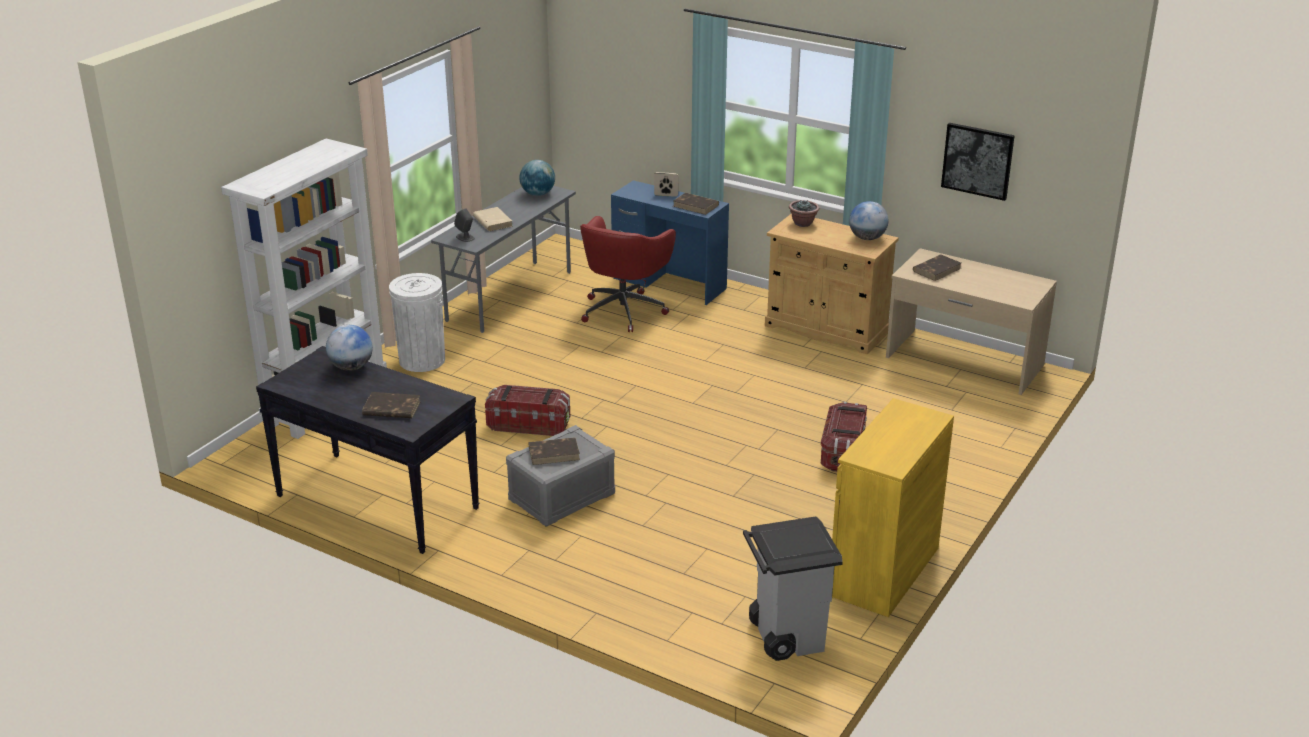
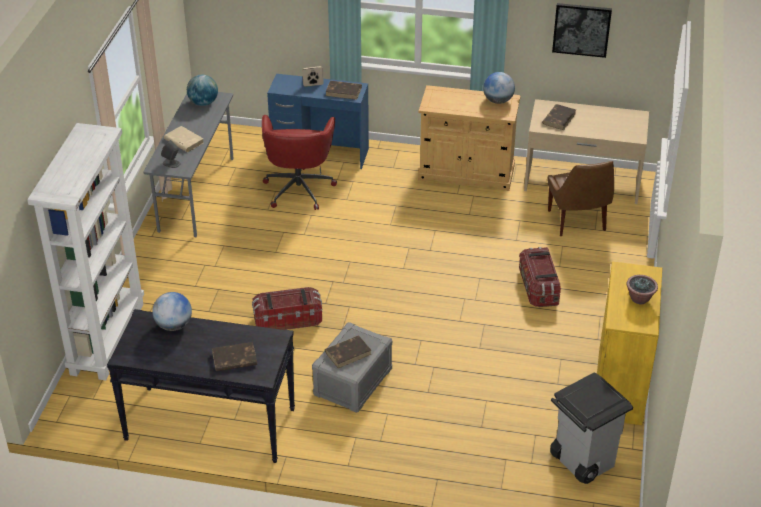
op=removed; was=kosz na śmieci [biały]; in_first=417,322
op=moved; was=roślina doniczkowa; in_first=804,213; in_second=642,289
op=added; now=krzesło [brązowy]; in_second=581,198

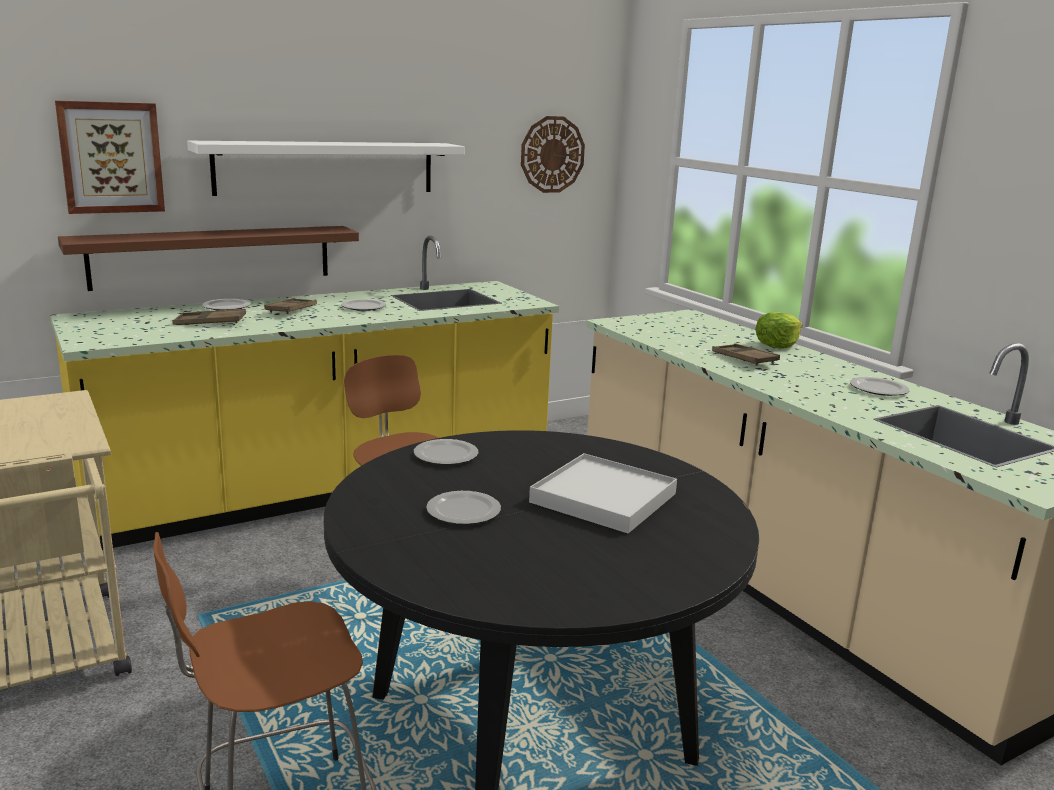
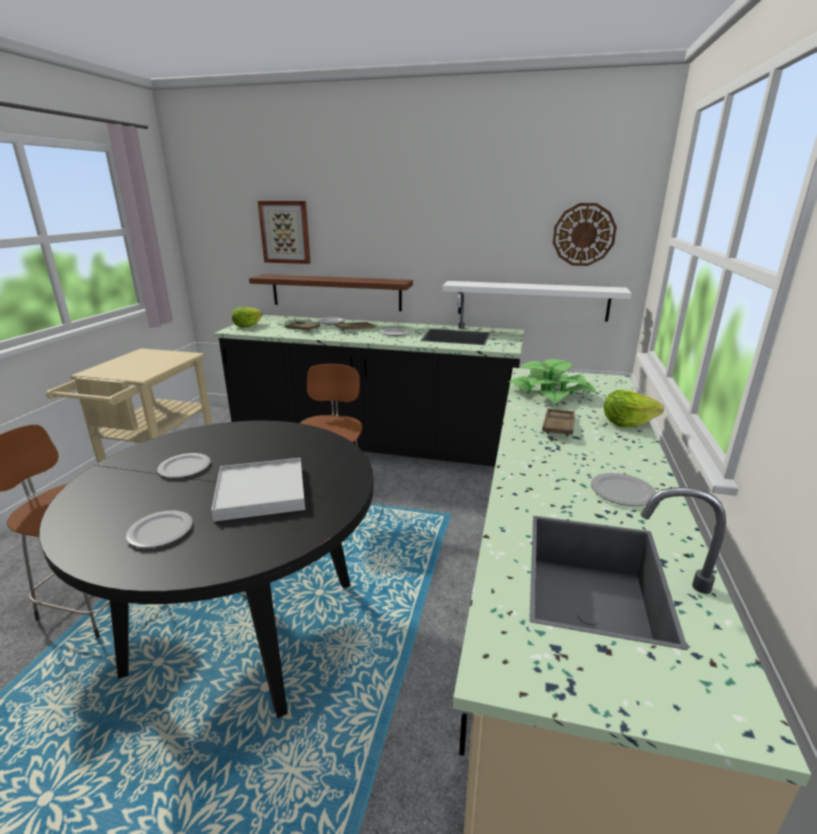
op=recoloured; was=zabudowa kuchenna [żółty]; now=zabudowa kuchenna [czarny]; in_first=304,393; in_second=369,379
op=moved; was=półka [biały]; in_first=326,168; in_second=537,301
op=moved; was=talerz; in_first=446,452; in_second=159,529
op=added; now=sałata; in_second=247,317
op=added; now=roślina doniczkowa; in_second=552,381

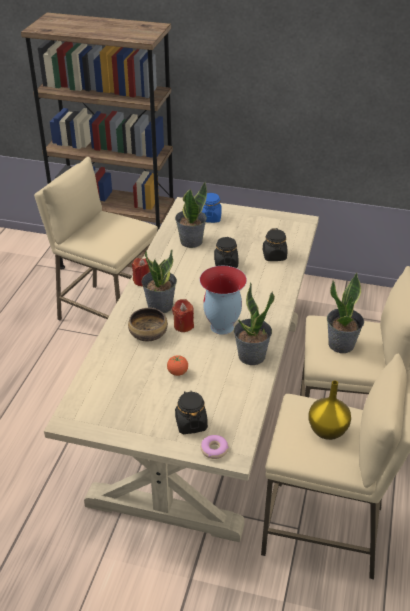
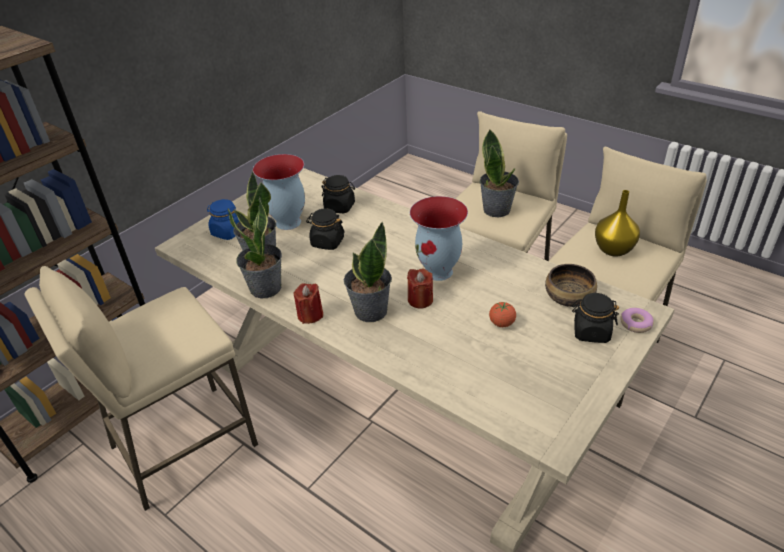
op=moved; was=miska; in_first=148,324; in_second=571,285
op=moved; was=roślina doniczkowa; in_first=254,323; in_second=254,247
op=added; now=wazon; in_second=279,192

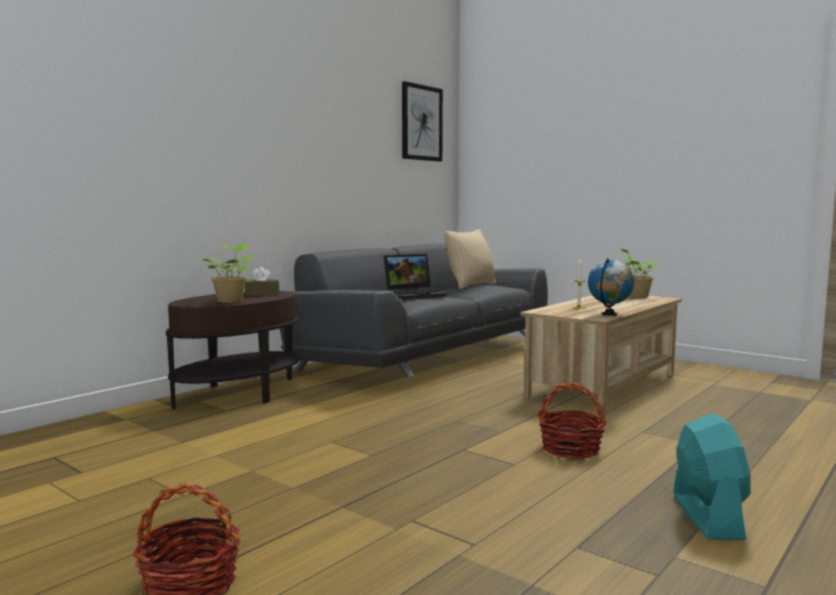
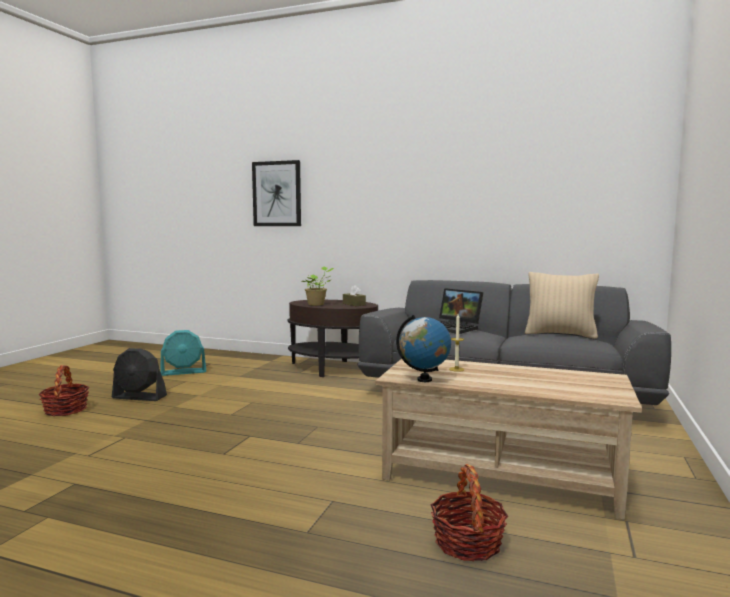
op=moved; was=obraz; in_first=422,121; in_second=276,193
op=moved; was=koszyk; in_first=571,420; in_second=469,512
op=removed; was=roślina doniczkowa; in_first=639,273
op=moved; was=wentylator [turkusowy]; in_first=712,476; in_second=183,353
op=added; now=wentylator [czarny]; in_second=139,374

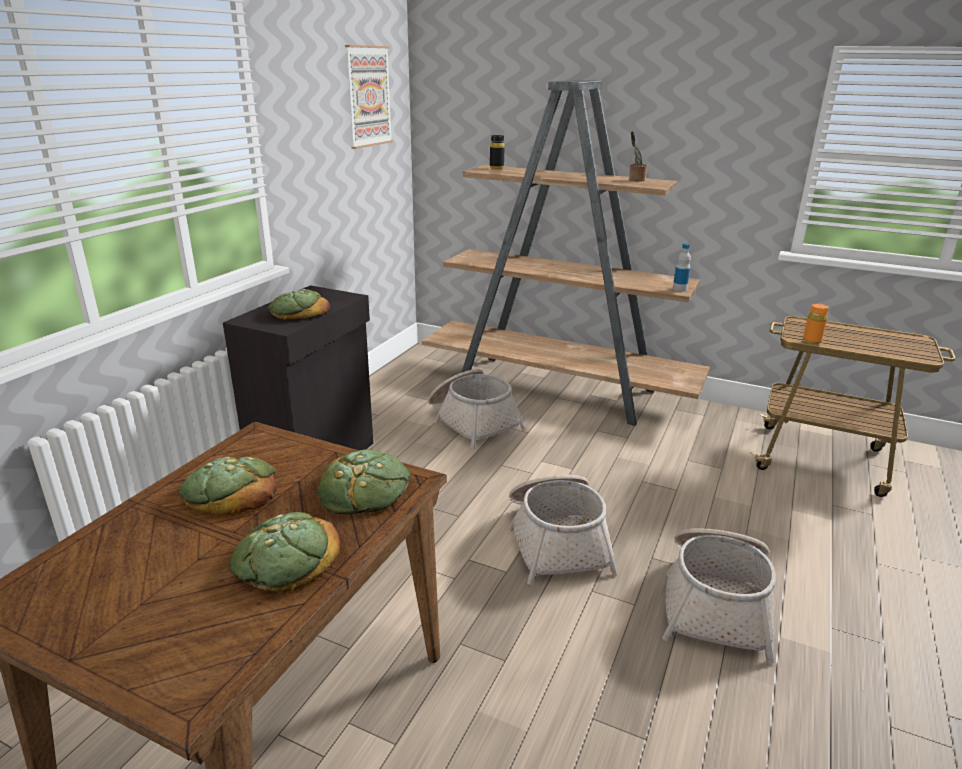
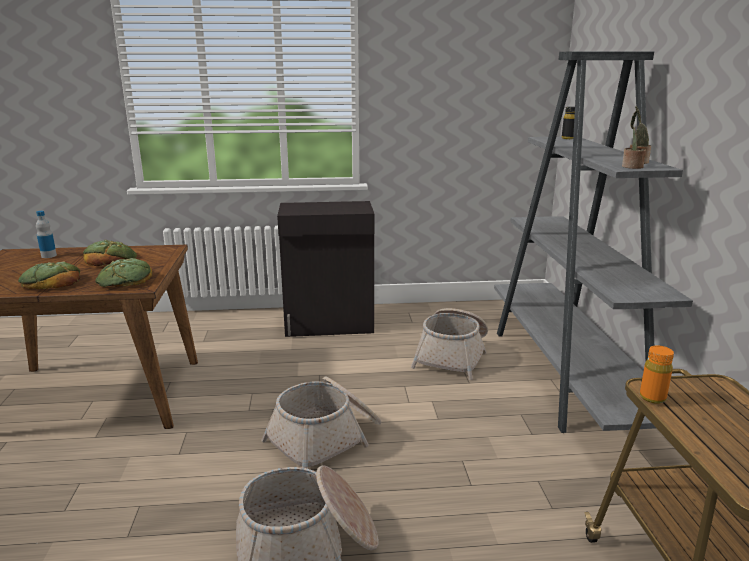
op=removed; was=chleb; in_first=299,304
op=removed; was=obraz; in_first=369,97
op=recoloured; was=regał [brązowy]; now=regał [szary]; in_first=566,253; in_second=593,242
op=moved; was=butelka; in_first=682,267; in_second=46,234
op=added; now=roślina doniczkowa; in_second=634,139

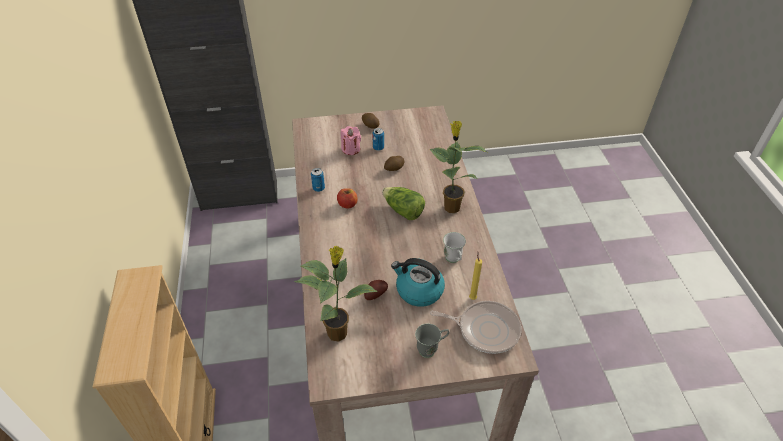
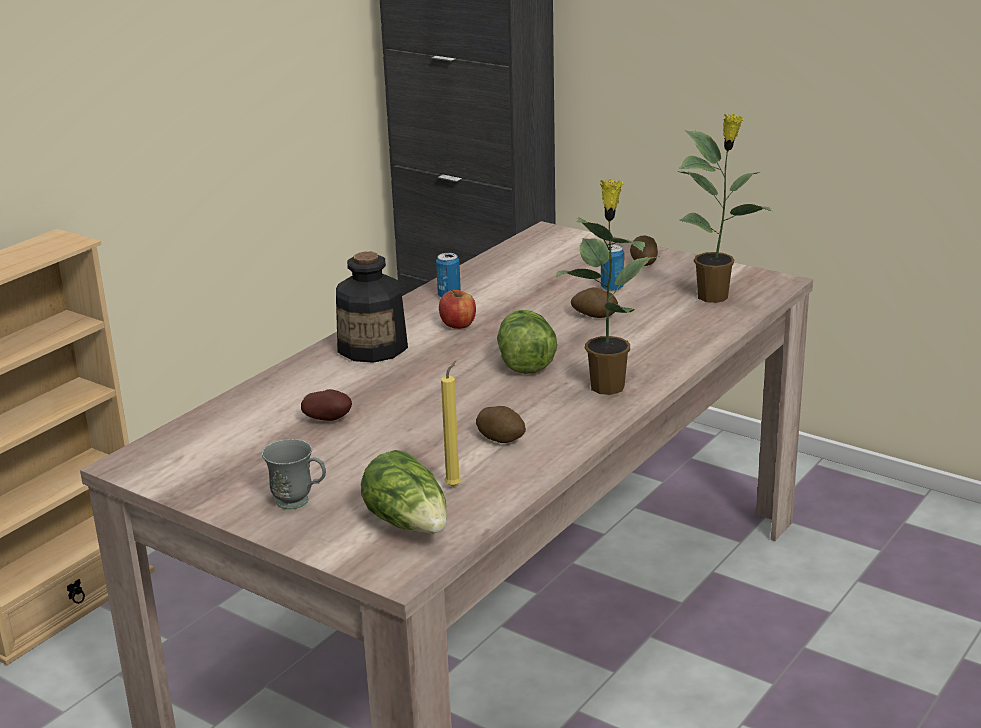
op=moved; was=roślina doniczkowa; in_first=336,294; in_second=725,208
op=removed; was=świeca [różowy]; in_first=351,140
op=removed; was=czajnik; in_first=418,282
op=replaced; was=patelnia; now=sałata; in_first=476,327; in_second=404,492
op=replaced; was=kubek [biały]; now=ziemniak; in_first=454,247; in_second=501,424
op=added; now=butelka; in_second=372,307

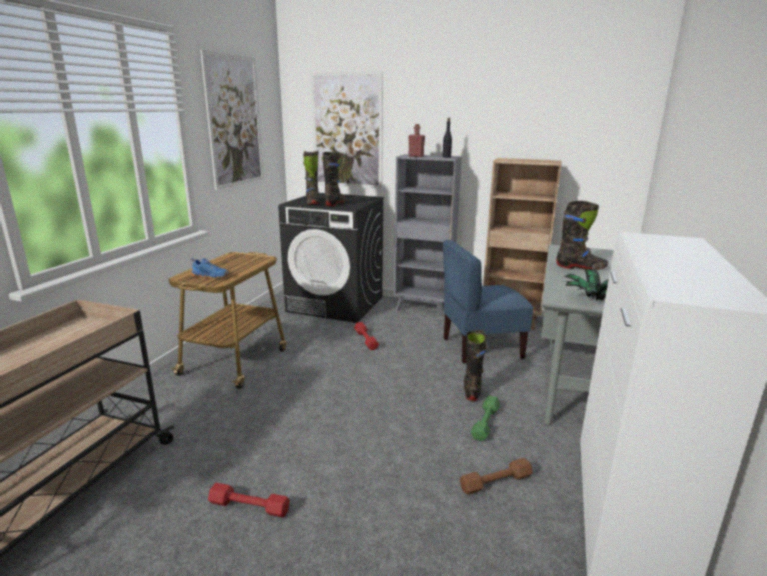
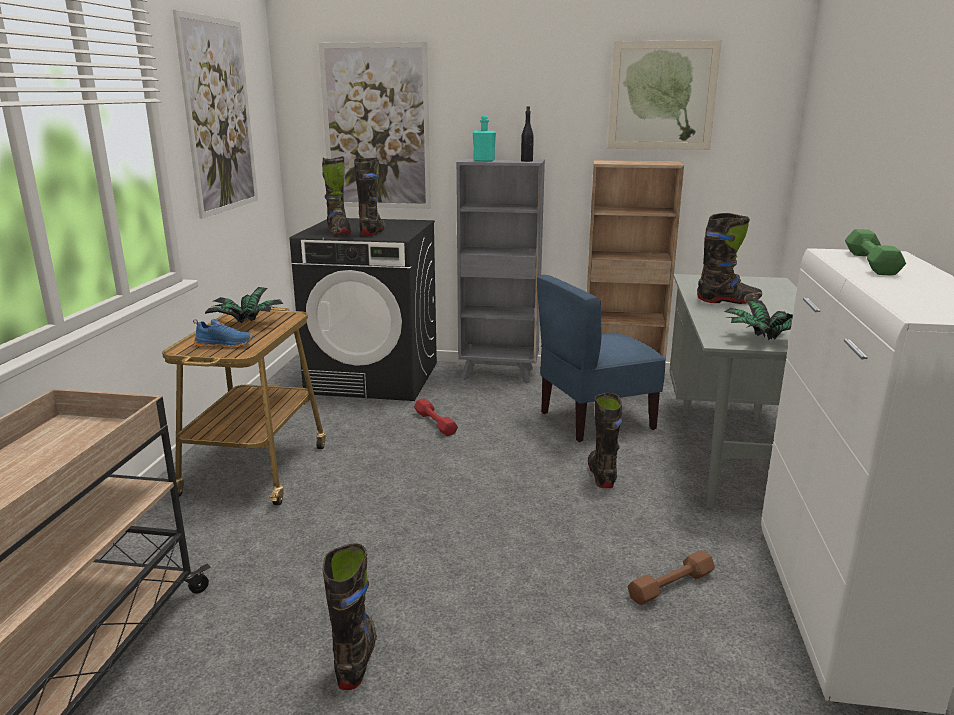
op=replaced; was=hantel [czerwony]; now=but z cholewką [czarny]; in_first=249,500; in_second=350,616
op=recoloured; was=butelka [czerwony]; now=butelka [turkusowy]; in_first=416,140; in_second=484,139
op=moved; was=hantel [zielony]; in_first=485,418; in_second=875,252
op=added; now=roślina doniczkowa; in_second=244,305
op=added; now=obraz; in_second=664,95

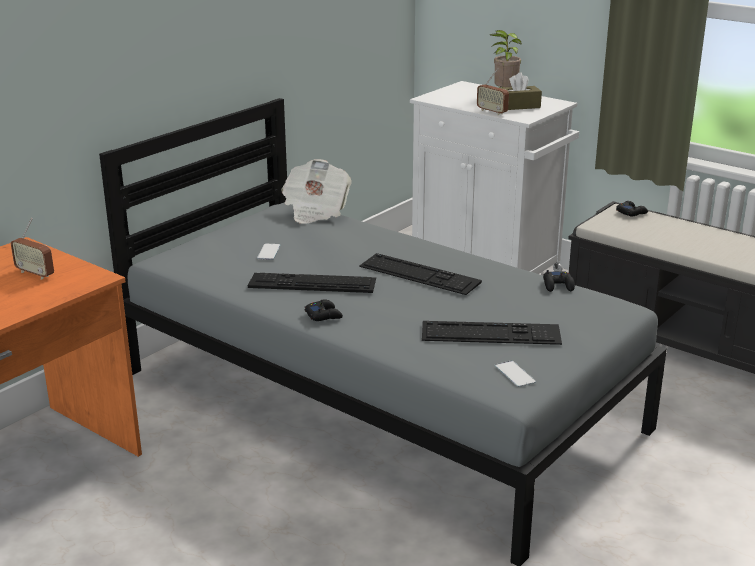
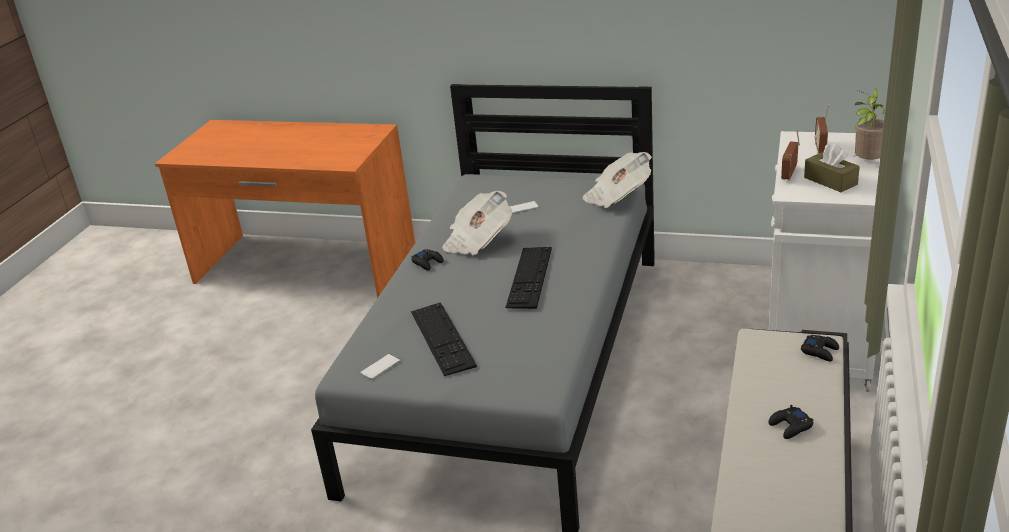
op=moved; was=radio; in_first=32,249; in_second=822,129
op=replaced; was=klawiatura; now=gazeta; in_first=312,283; in_second=477,223
op=moved; was=pad do gier [czarny]; in_first=559,281; in_second=791,422

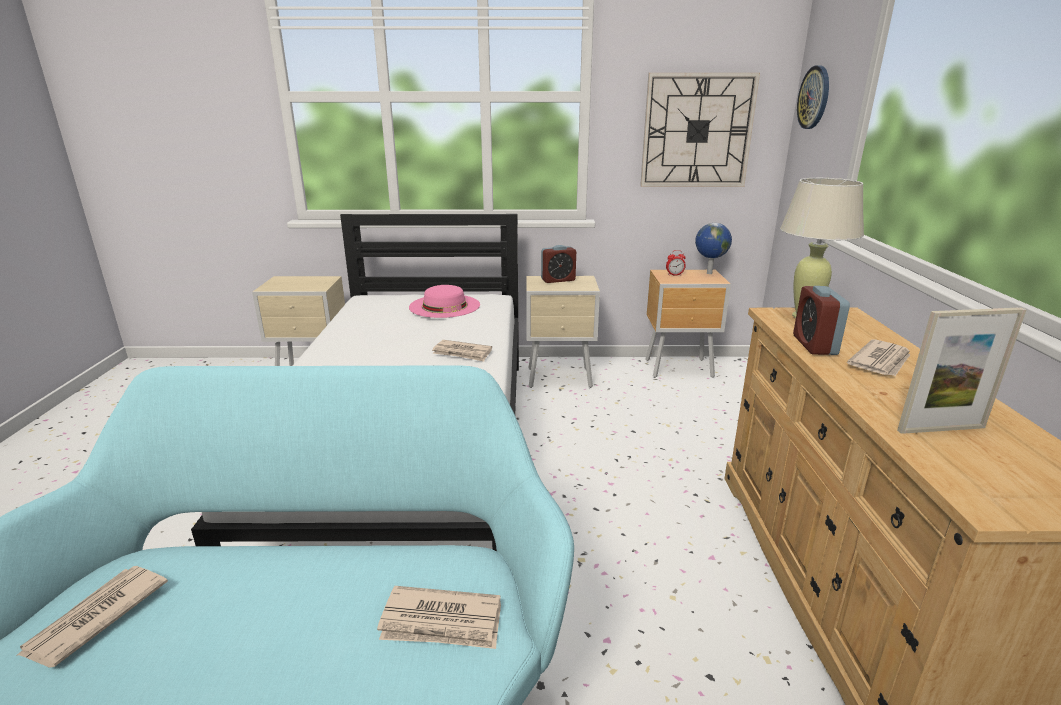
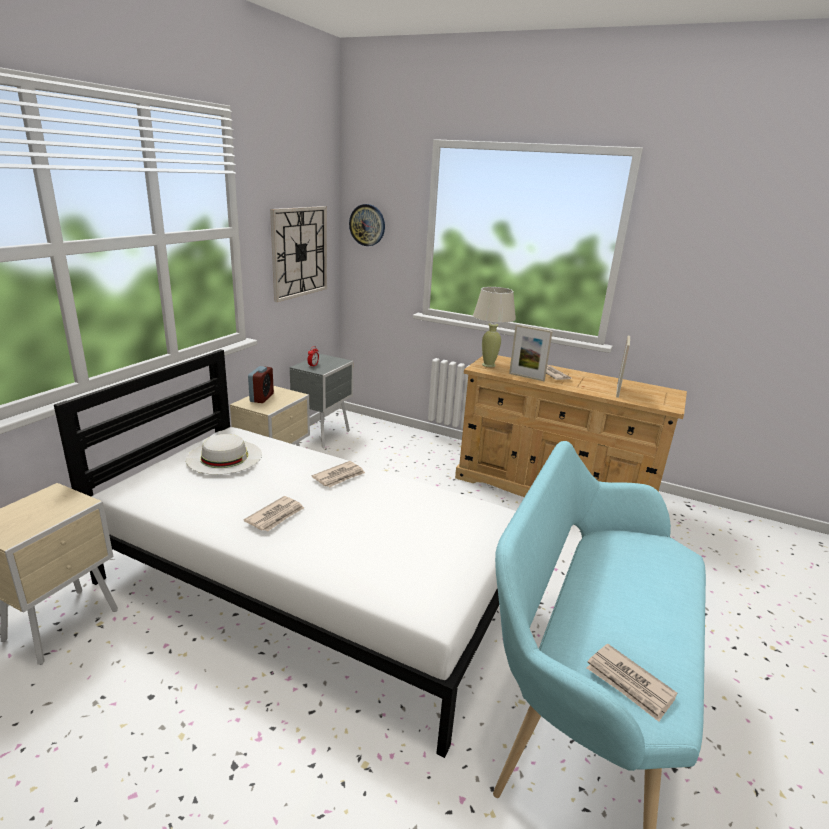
op=moved; was=gazeta; in_first=439,617; in_second=274,514
op=recoloured; was=kapelusz [różowy]; now=kapelusz [biały]; in_first=444,301; in_second=224,454
op=recoloured; was=szafka nocna [brązowy]; now=szafka nocna [szary]; in_first=688,324; in_second=321,401
op=removed; was=globus; in_first=713,248
op=replaced; was=budzik; now=ramka na zdjęcie; in_first=821,320; in_second=531,353

